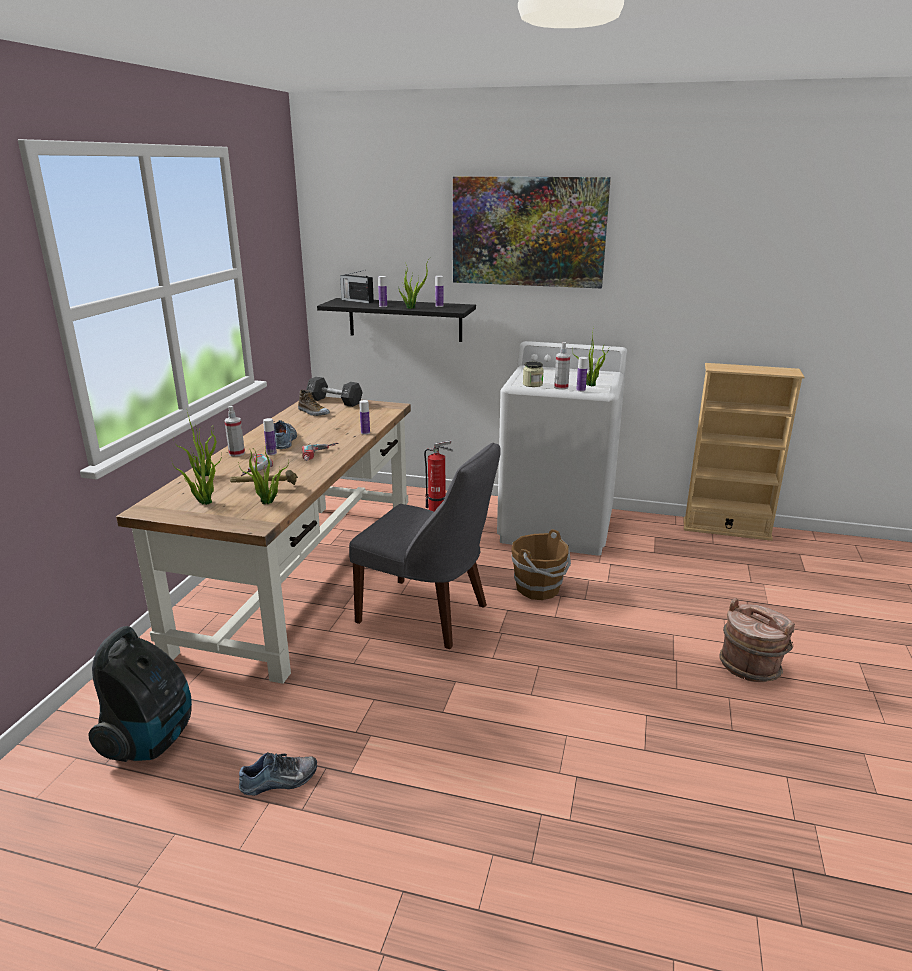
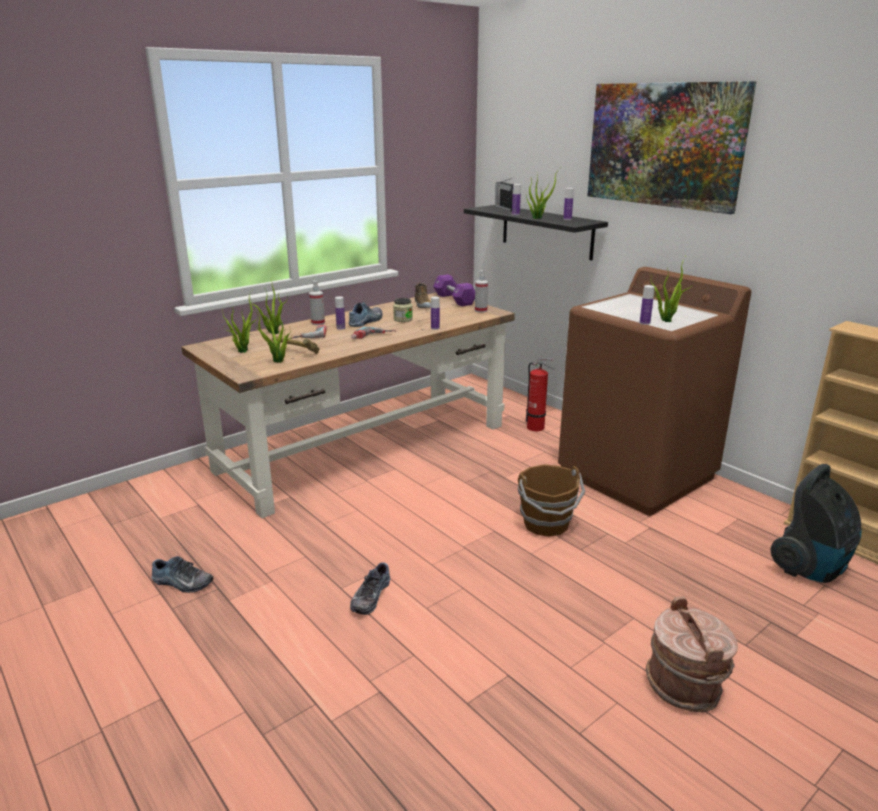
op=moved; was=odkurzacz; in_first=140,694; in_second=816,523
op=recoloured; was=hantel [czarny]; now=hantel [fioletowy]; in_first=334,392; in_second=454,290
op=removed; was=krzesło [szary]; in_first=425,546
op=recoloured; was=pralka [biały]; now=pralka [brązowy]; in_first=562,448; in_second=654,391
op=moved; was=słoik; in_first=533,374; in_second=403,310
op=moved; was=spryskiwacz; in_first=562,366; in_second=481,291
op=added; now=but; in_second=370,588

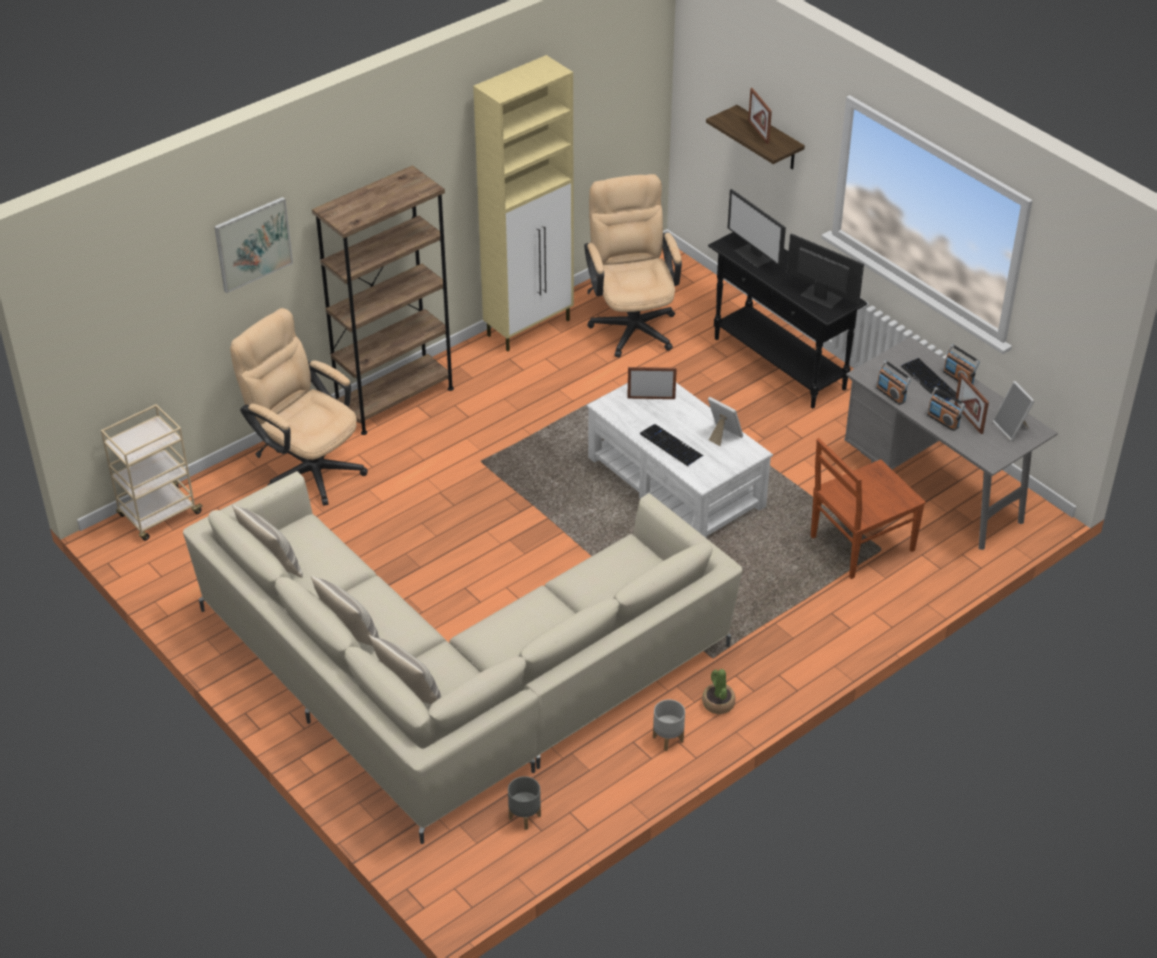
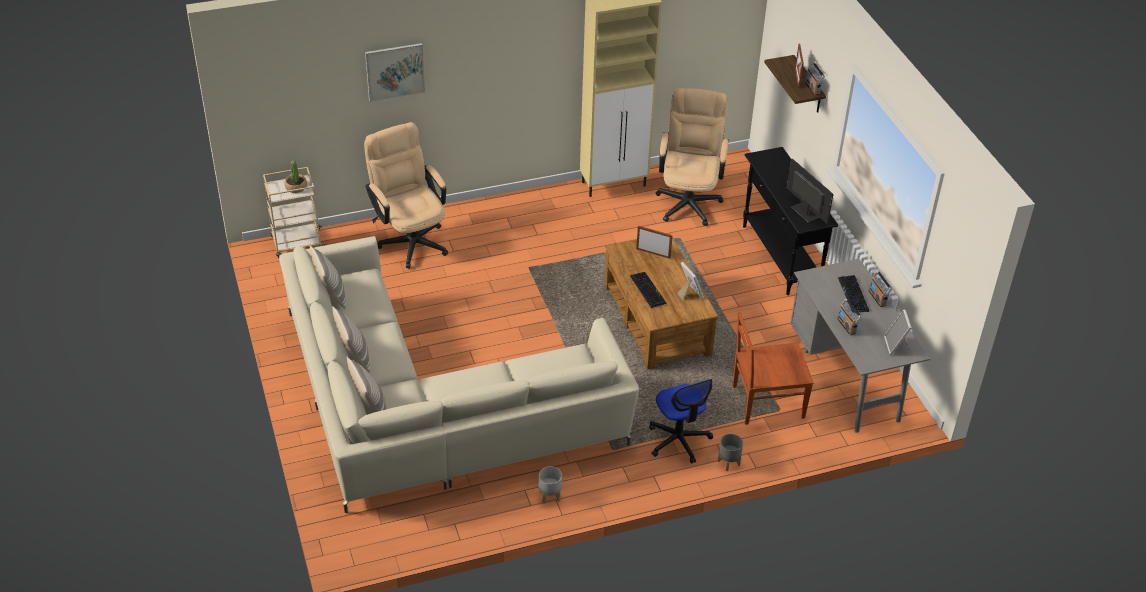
op=removed; was=regał [brązowy]; in_first=383,300
op=moved; was=donica [szary]; in_first=524,803; in_second=730,452
op=recoloured; was=ława [biały]; now=ława [brązowy]; in_first=679,460; in_second=661,301
op=moved; was=roślina doniczkowa; in_first=719,691; in_second=296,177
op=removed; was=monitor; in_first=757,228
op=moved; was=radio; in_first=893,383; in_second=815,78
op=removed; was=ramka na zdjęcie; in_first=972,403
op=added; now=krzesło biurowe; in_second=681,421

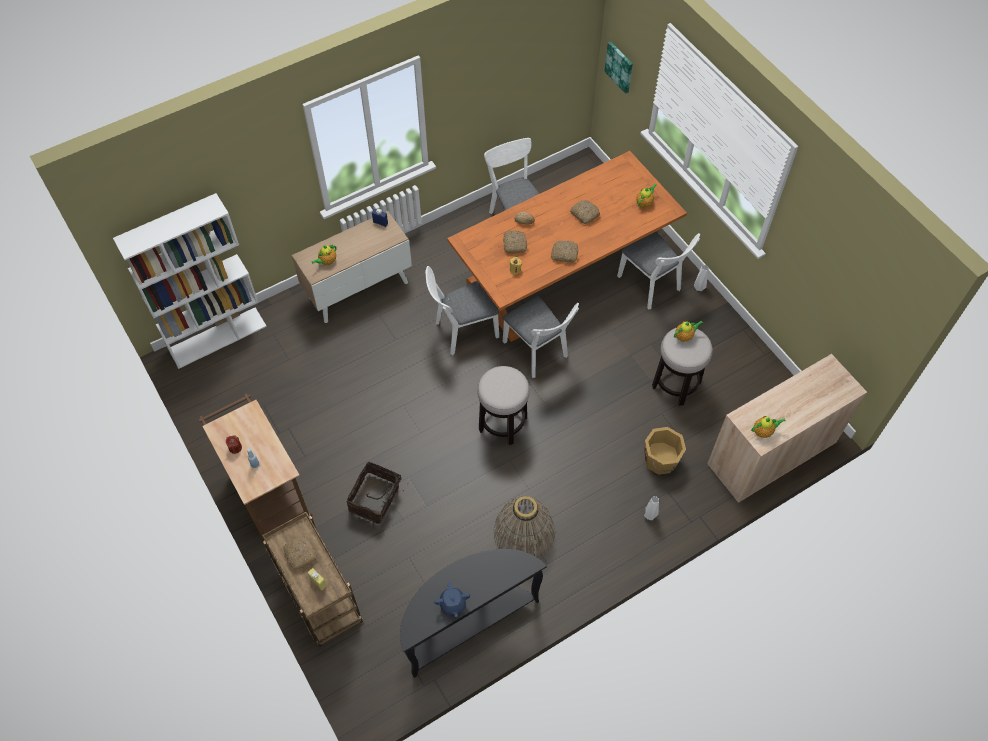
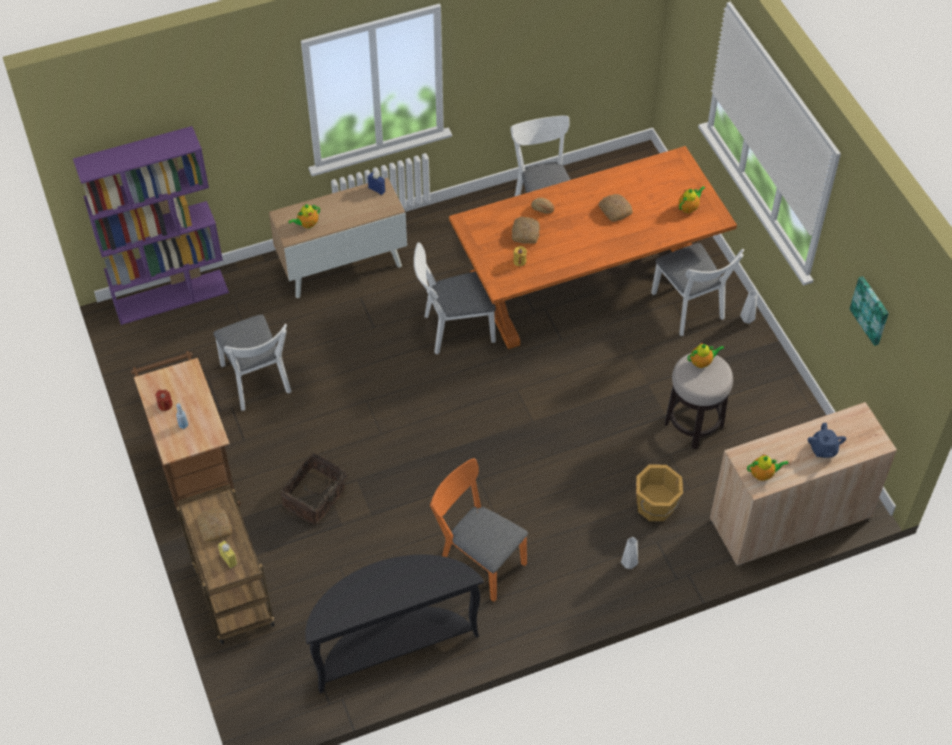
op=recoloured; was=regał [biały]; now=regał [fioletowy]; in_first=190,281; in_second=151,225
op=moved; was=imbryk [niebieski]; in_first=452,599; in_second=827,440
op=removed; was=stołek; in_first=503,405
op=replaced; was=koszyk; now=krzesło [pomarańczowy]; in_first=524,527; in_second=479,530
op=moved; was=krzesło [biały]; in_first=541,337; in_second=252,362
op=removed; was=chleb; in_first=564,251
op=moved; was=obraz; in_first=618,68; in_second=869,311

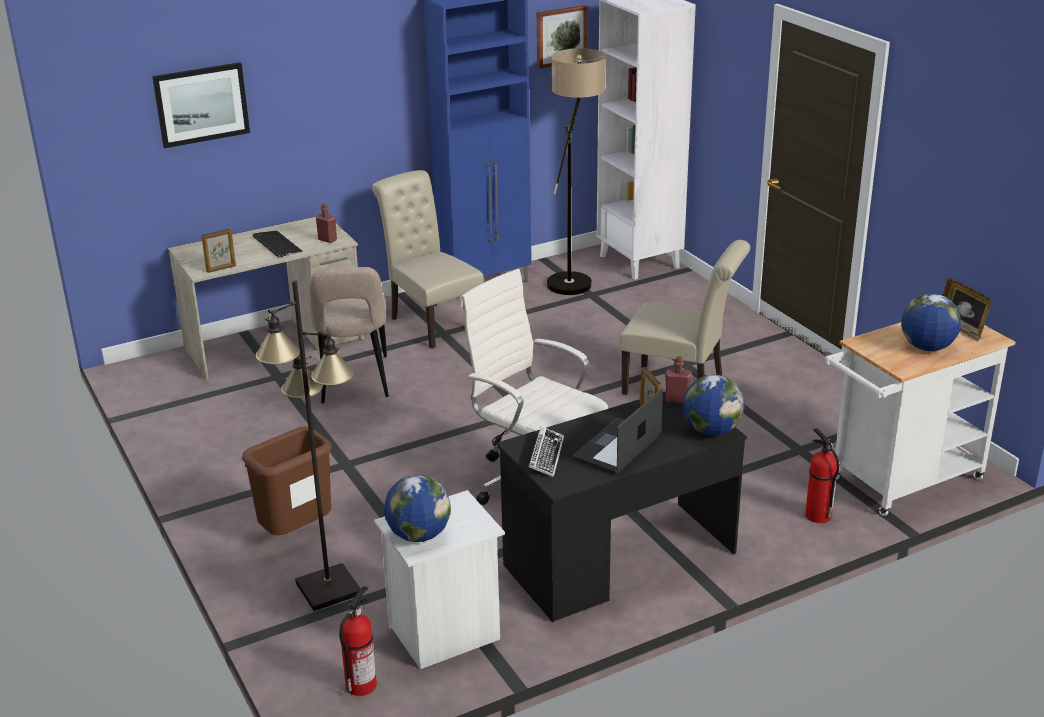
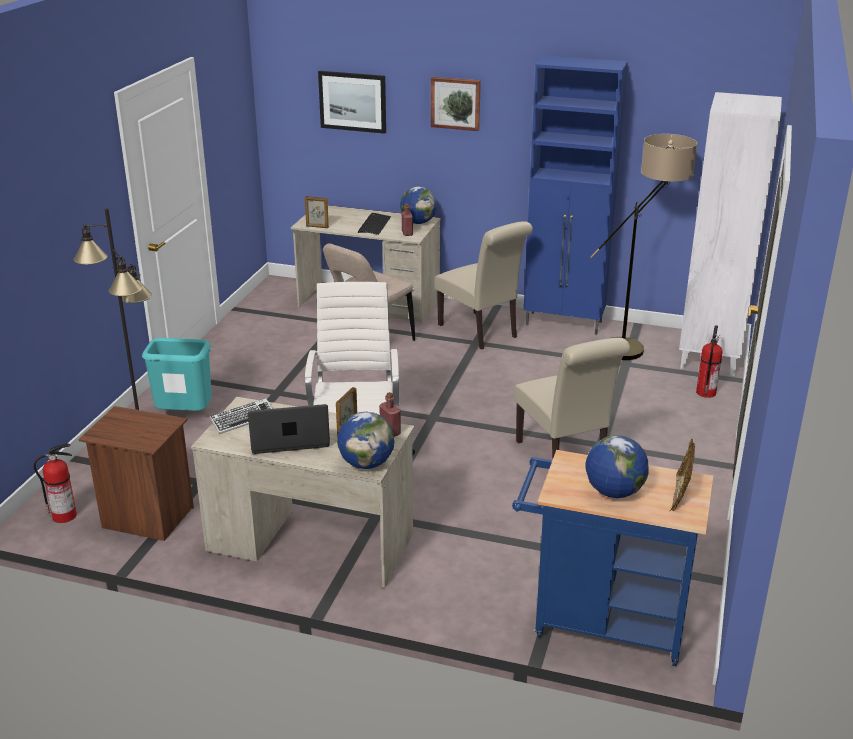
op=recoloured; was=kosz na śmieci [brązowy]; now=kosz na śmieci [turkusowy]; in_first=287,480; in_second=177,374
op=turned; was=krzesło [beżowy]; in_first=428,259; in_second=483,285; clockwise=135
op=recoloured; was=szafka nocna [biały]; now=szafka nocna [brązowy]; in_first=439,579; in_second=136,473
op=moved; was=globus; in_first=417,508; in_second=418,205
op=recoloured; was=biurko [czarny]; now=biurko [beżowy]; in_first=621,506; in_second=302,492
op=moved; was=obraz; in_first=562,36; in_second=456,104
op=moved; was=gaśnica; in_first=822,475; in_second=709,361
op=recoloured; was=wózek [biały]; now=wózek [niebieski]; in_first=920,419; in_second=612,558

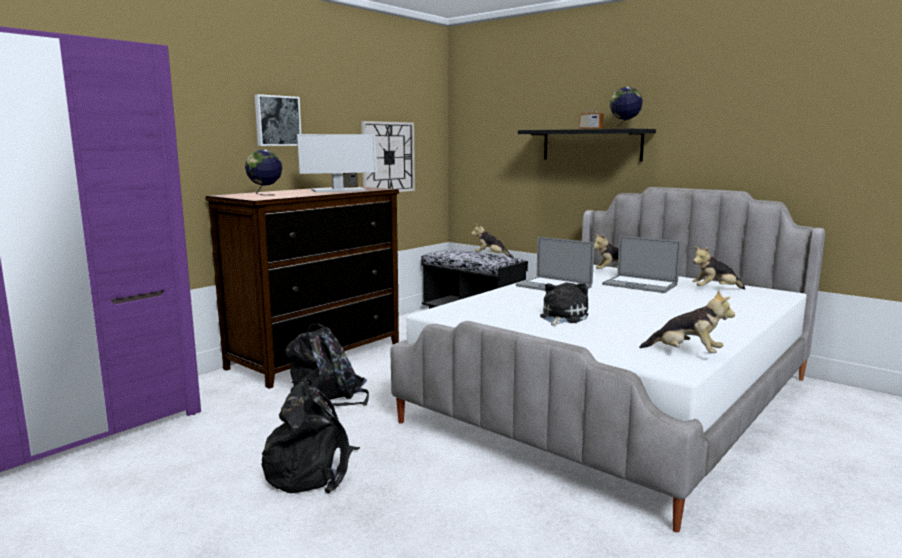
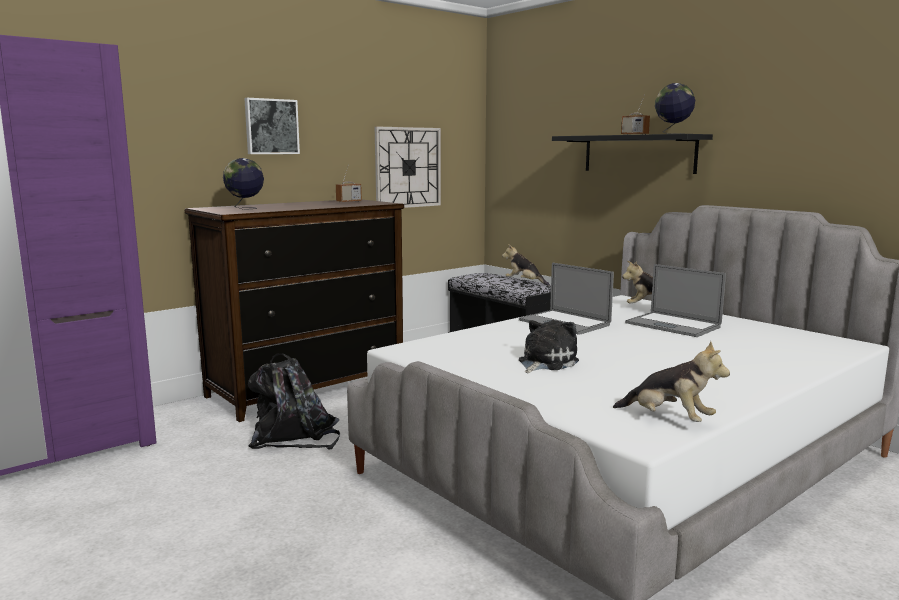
op=removed; was=plecak [czarny]; in_first=310,435
op=removed; was=monitor; in_first=337,163
op=removed; was=pluszak; in_first=718,267

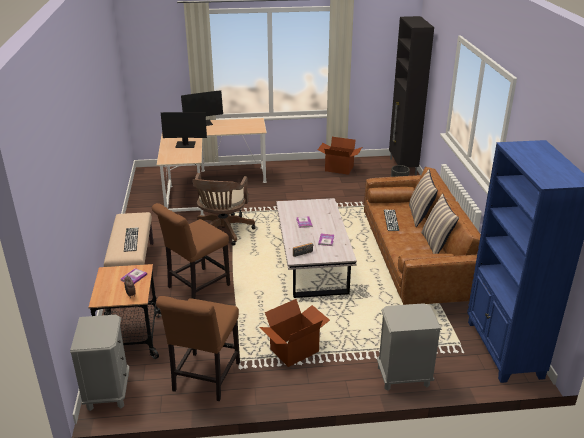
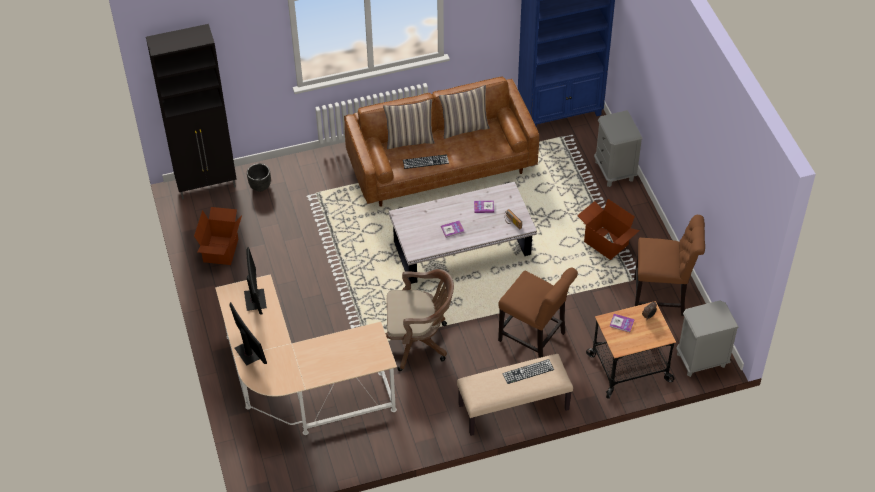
op=moved; was=monitor; in_first=184,130; in_second=255,281

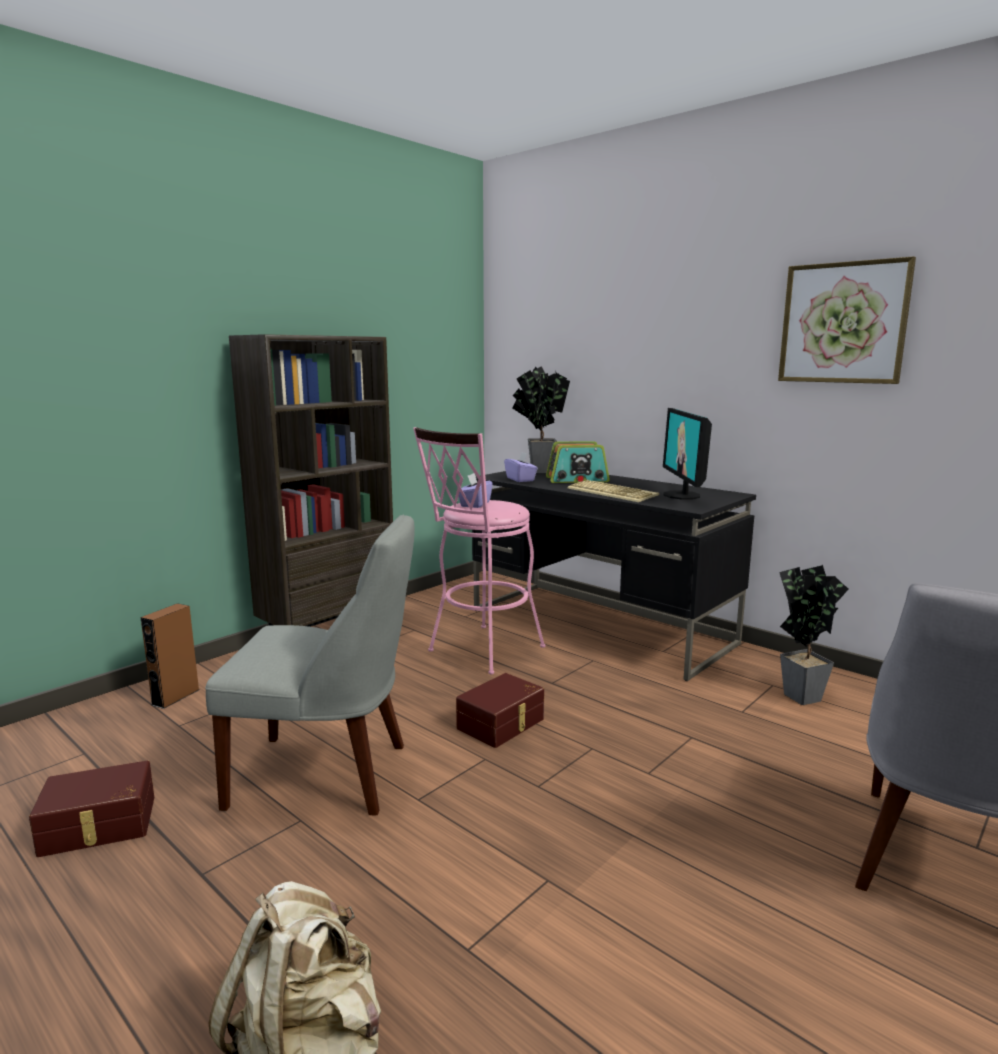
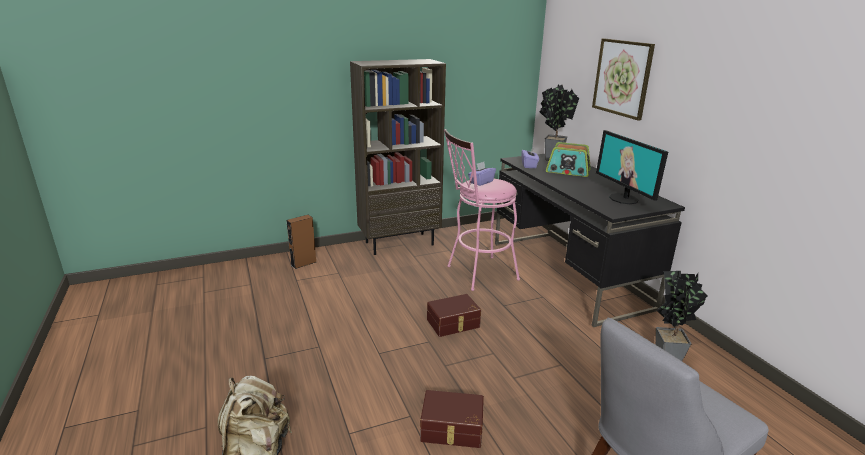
op=moved; was=pojemnik do przechowywania [brązowy]; in_first=91,809; in_second=452,419
op=removed; was=krzesło [szary]; in_first=310,665
op=removed; was=klawiatura; in_first=613,491
op=turned; was=monitor; in_first=687,453; in_second=632,167; clockwise=-45
op=moved; was=obraz; in_first=847,320; in_second=623,80

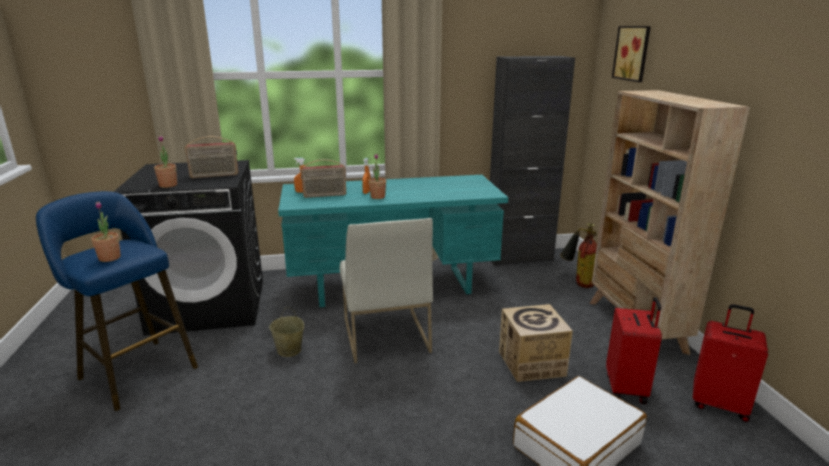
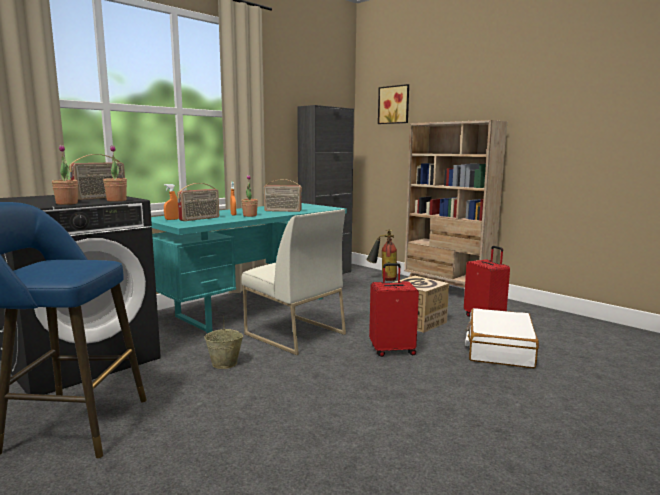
op=moved; was=roślina doniczkowa; in_first=106,231; in_second=115,173
op=moved; was=walizka [czerwony]; in_first=730,363; in_second=394,310
op=added; now=radio; in_second=283,195

